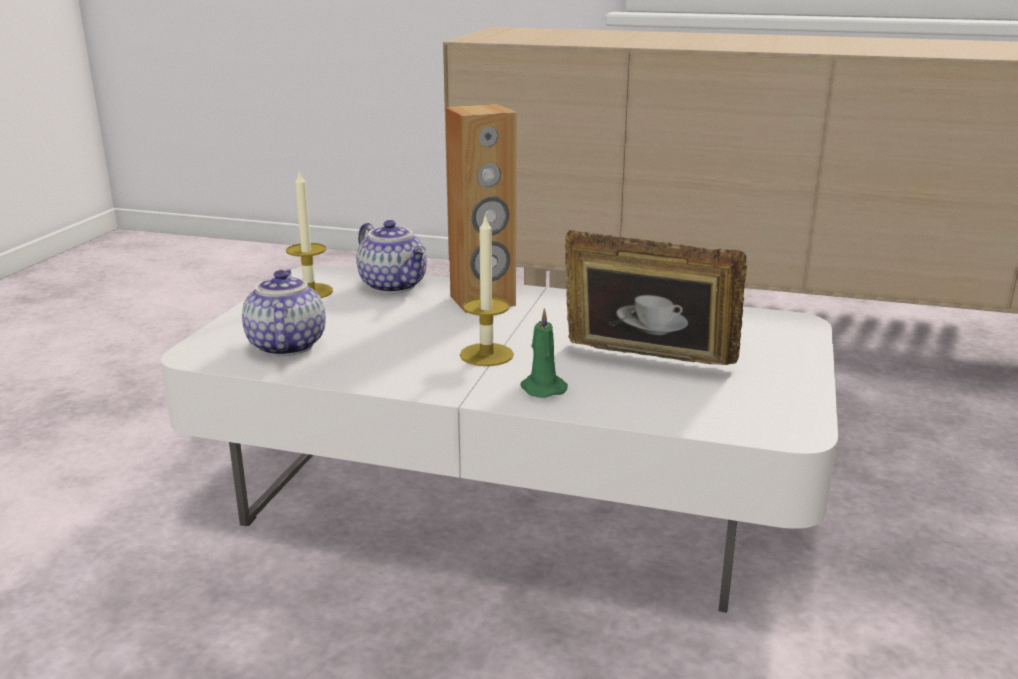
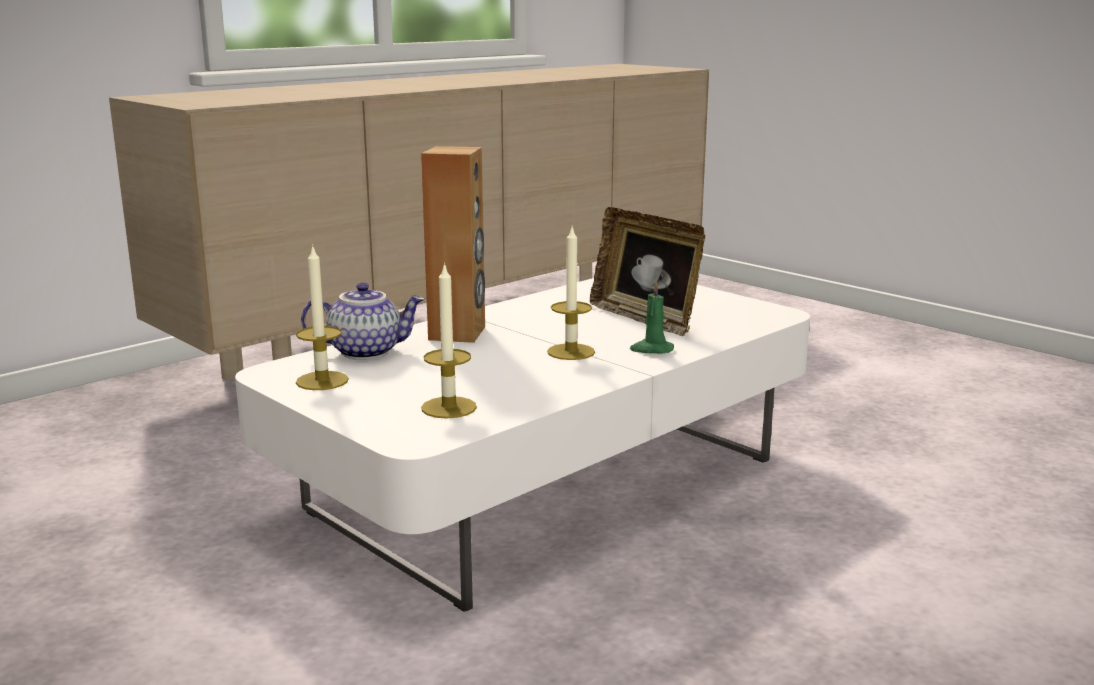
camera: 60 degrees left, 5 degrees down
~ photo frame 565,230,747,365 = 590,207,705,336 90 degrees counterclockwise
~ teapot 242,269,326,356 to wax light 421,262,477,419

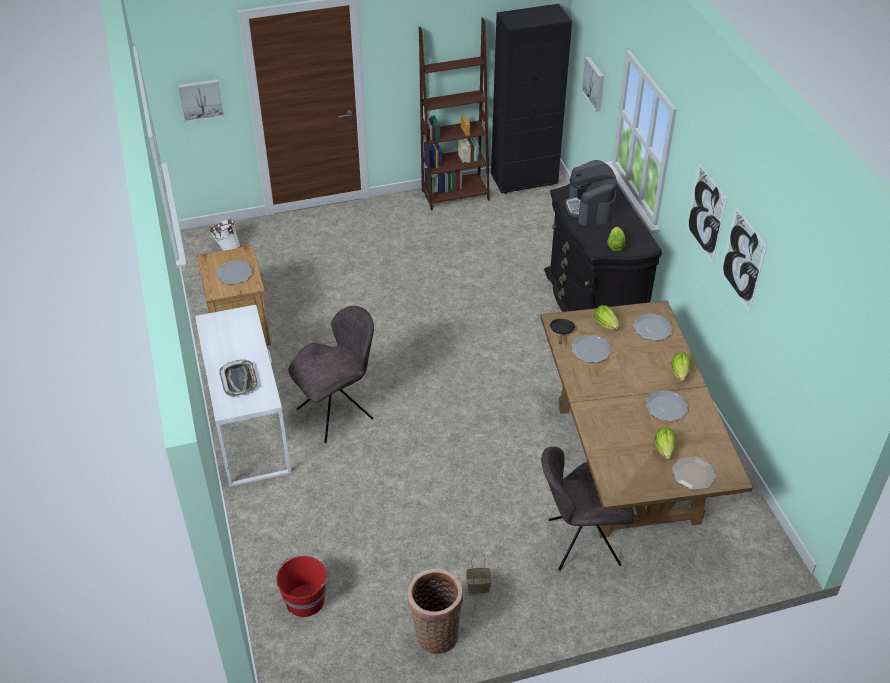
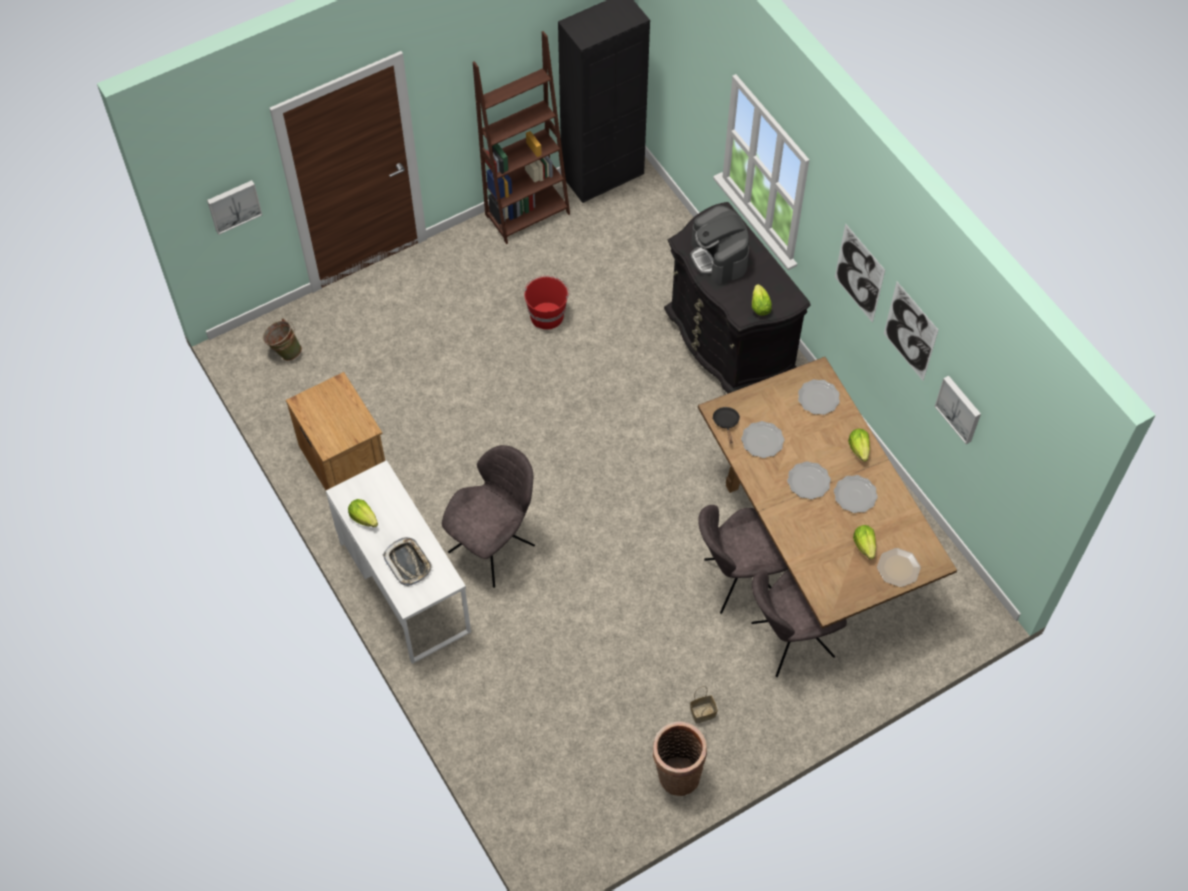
camera: 15 degrees left, 15 degrees up
~ wall art 582,56,604,112 to 934,375,981,444
~ pail (white-coloured) 209,218,240,251 to pail (green-coloured) 263,318,302,361
~ flat dish 216,261,253,284 to 787,461,831,499
~ head of lettuce 594,305,620,330 to 348,499,378,527
~ pail (red) 276,554,329,617 to 524,276,569,330
+ upright chair (gray) 698,505,789,614

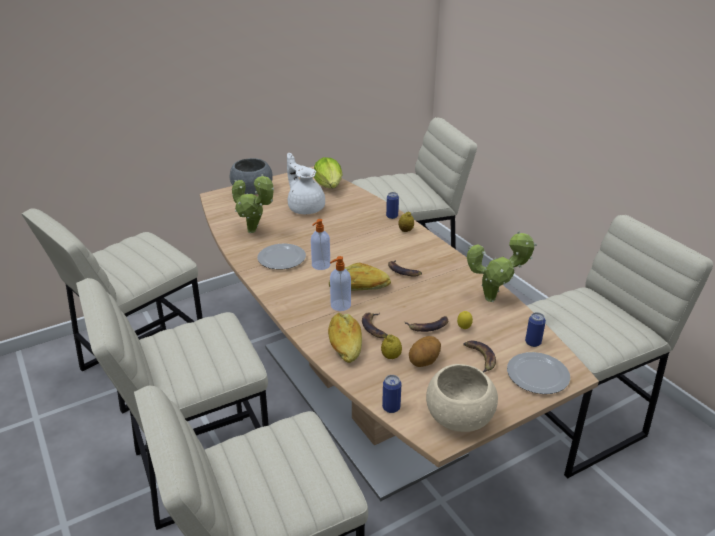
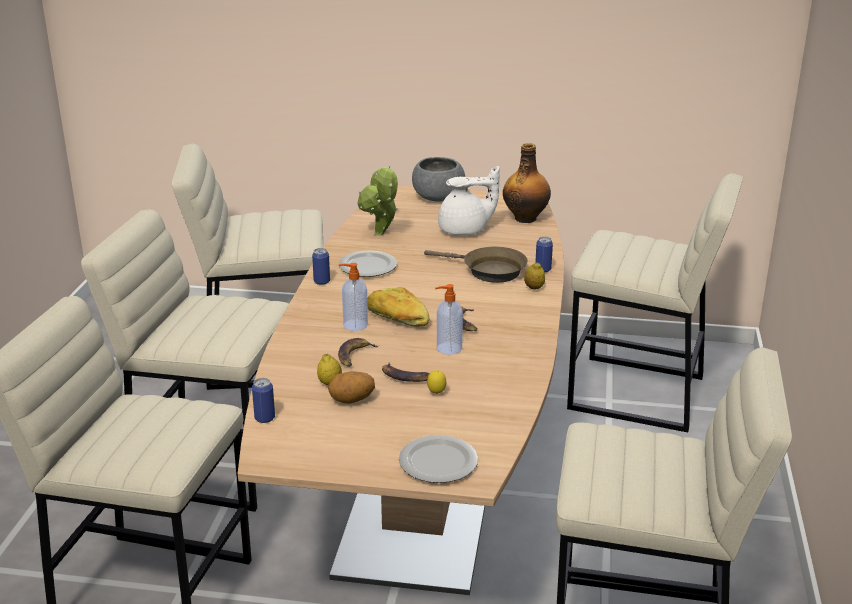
camera: 40 degrees right, 5 degrees down
~ teapot (white-coloured) 287,153,325,214 = 438,166,499,235 75 degrees clockwise
~ head of lettuce 314,157,342,188 to drink bottle 503,143,551,223
~ liquid soap bottle 311,219,330,270 to 435,284,463,355
- potted plant 467,231,537,302
~ can 525,312,546,347 to 312,248,330,285
- bakery bread 328,313,362,363
- banana fruit 463,341,496,373
- deep dish (beige-coloured) 426,364,498,432
+ frying pan (brown-coloured) 424,247,528,283

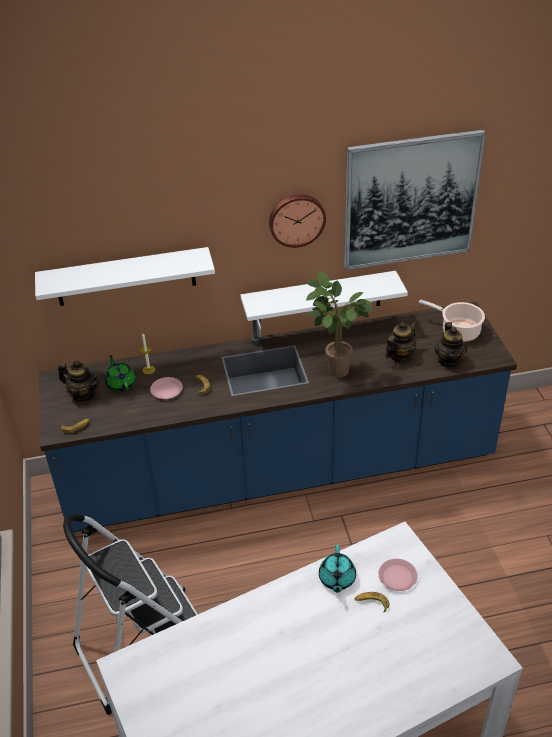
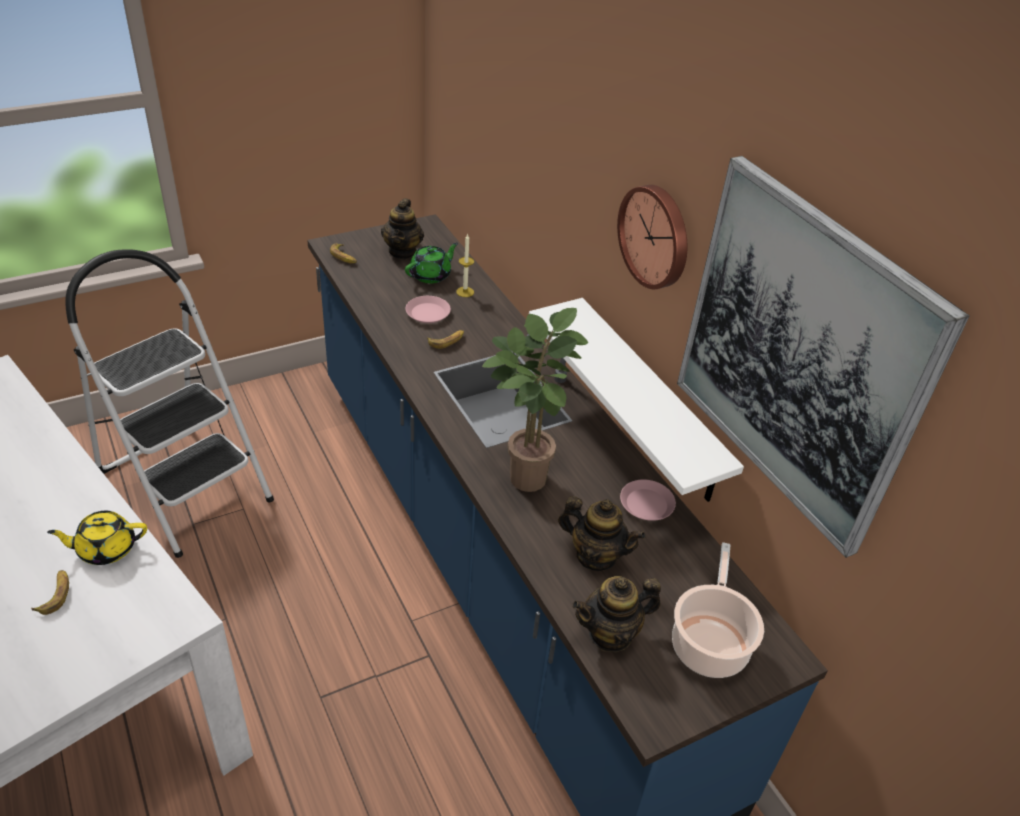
camera: 70 degrees right, 0 degrees up
- bracket shelf (white-coloured) 35,247,215,306
~ teapot (turquoise-coloured) 319,544,356,592 to teapot (yellowish) 47,511,147,565
~ flat dish (pink) 378,559,418,591 to 620,479,676,521

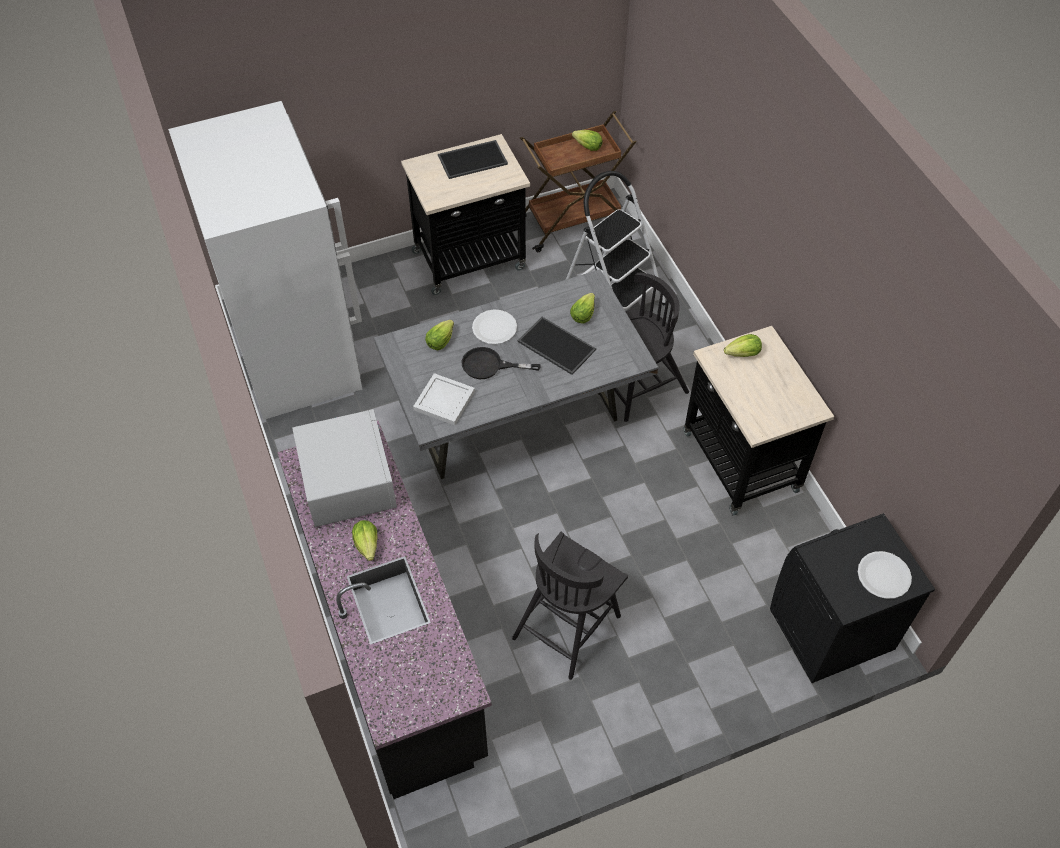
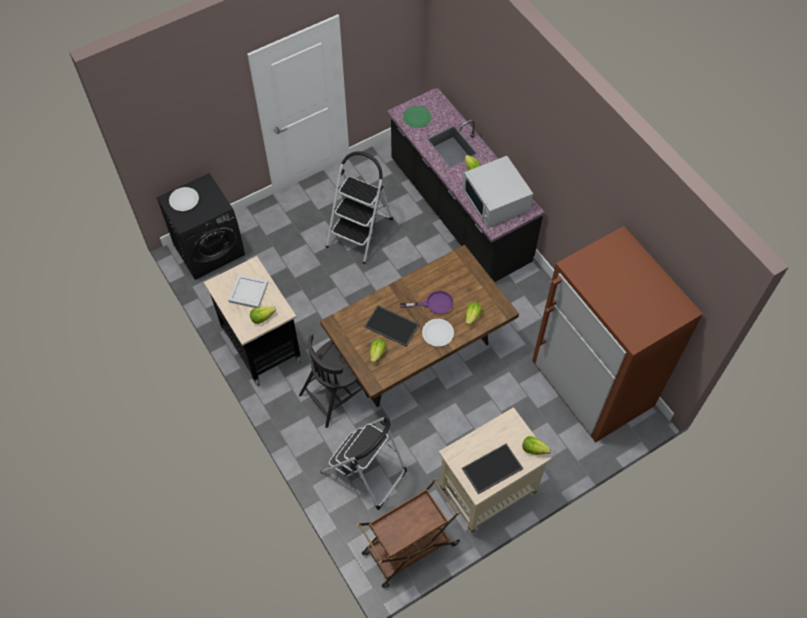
camera: 170 degrees right, 5 degrees up
~ refrigerator (white-coloured) 168,101,362,420 to refrigerator (brown-coloured) 532,226,703,443
~ head of lettuce 572,130,602,151 to 522,436,551,455
~ wheeled cart (black-coloured) 401,134,530,295 to wheeled cart (beige-coloured) 439,407,552,533
~ kitchen table (gray) 374,270,658,479 to kitchen table (brown-coloured) 320,245,519,407
~ frying pan (black-coloured) 462,347,541,379 to frying pan (purplish) 400,291,454,314
~ tray (white-coloured) 413,373,475,426 to 228,275,268,308
~ upright chair (black-coloured) 512,532,628,680 to stepladder 326,152,393,264
+ flat dish (green-coloured) 403,106,431,128

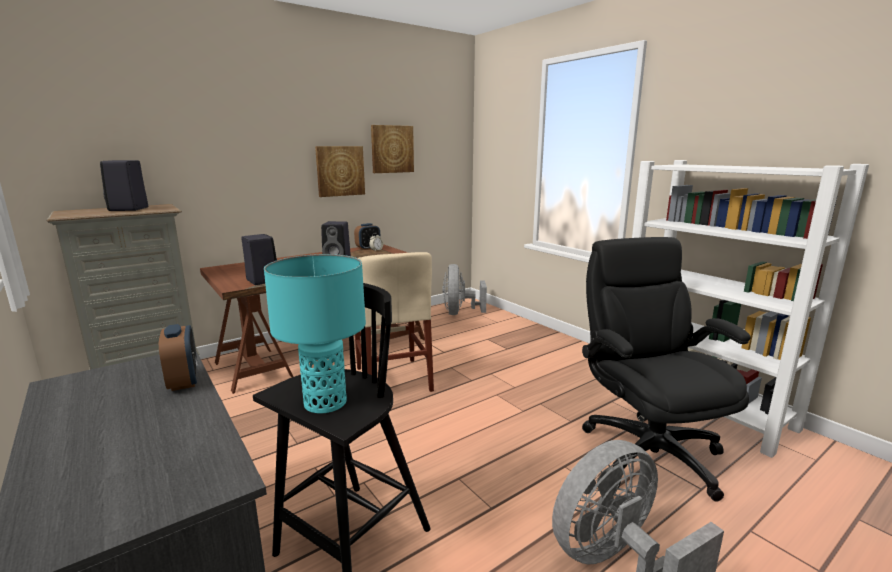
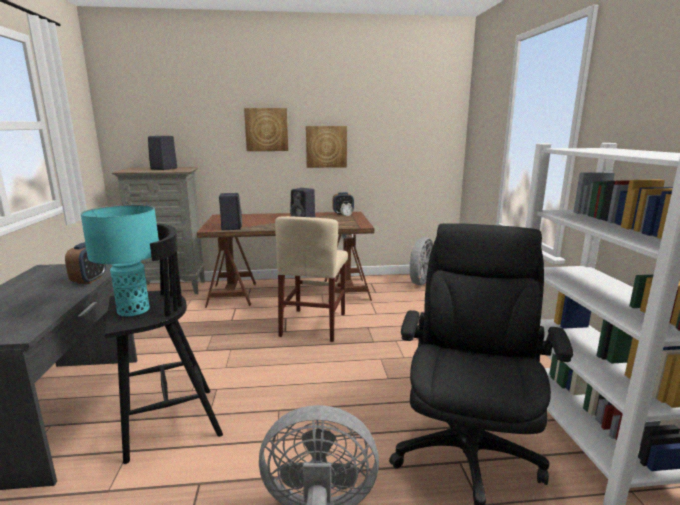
camera: 30 degrees right, 0 degrees up
~ wall art 371,125,414,173 to 244,108,288,151

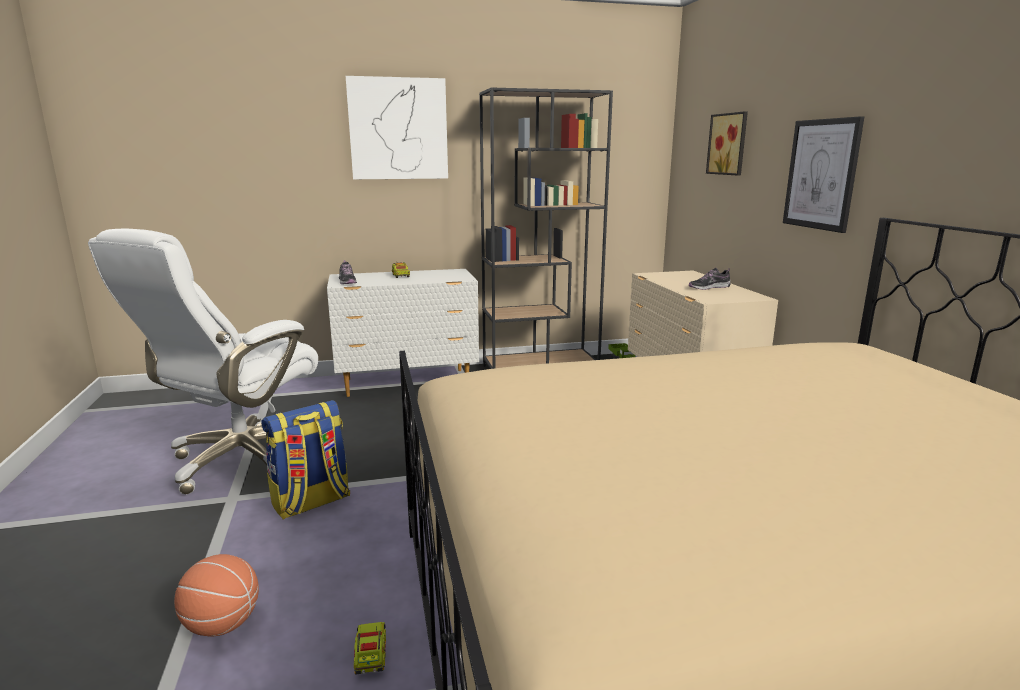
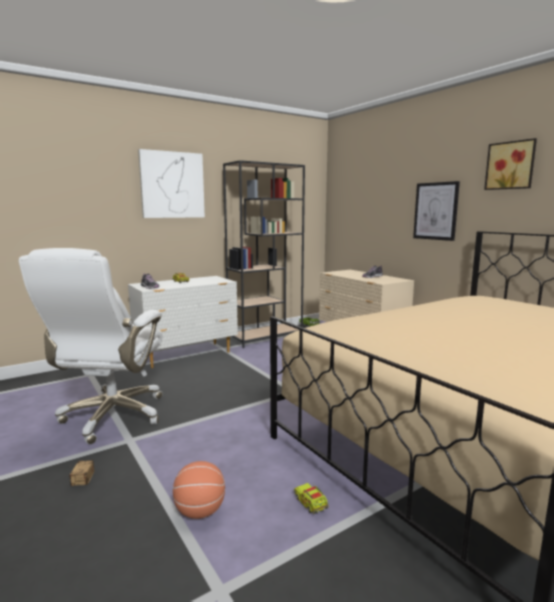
camera: 20 degrees left, 5 degrees down
~ wall art 706,111,748,176 to 484,138,537,190
- backpack 261,400,350,520
+ storage box 69,460,95,486

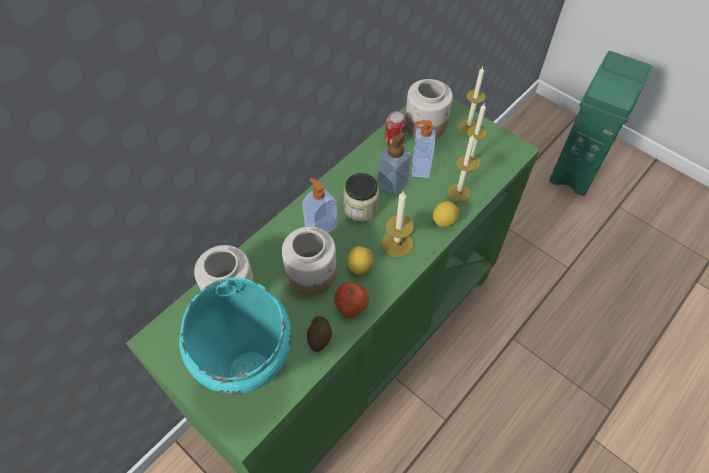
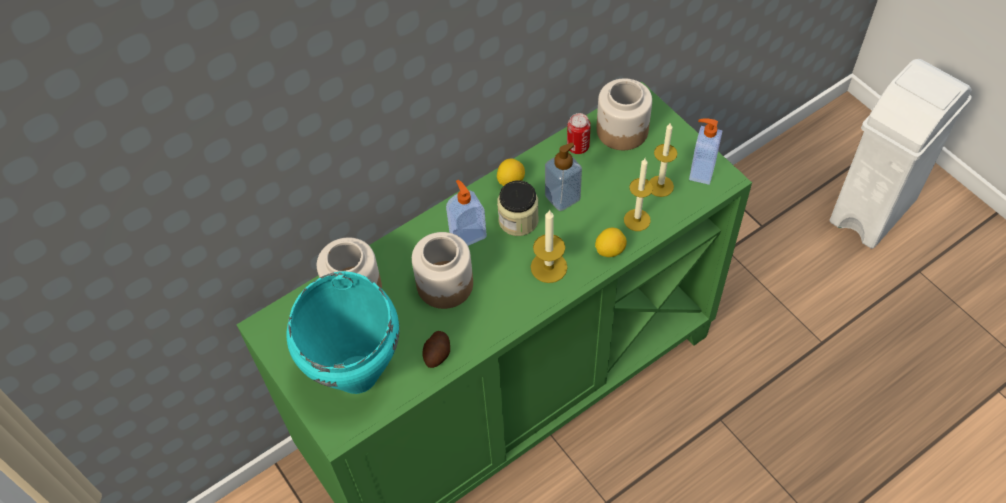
camera: 15 degrees right, 0 degrees up
~ trash can (green-coloured) 549,51,652,196 to trash can (white-coloured) 830,59,972,249
- wax light 458,67,485,135
~ liquid soap bottle 412,120,435,178 to 689,118,722,185
~ citrus fruit 347,246,373,275 to 497,158,525,186
- apple 334,282,369,318

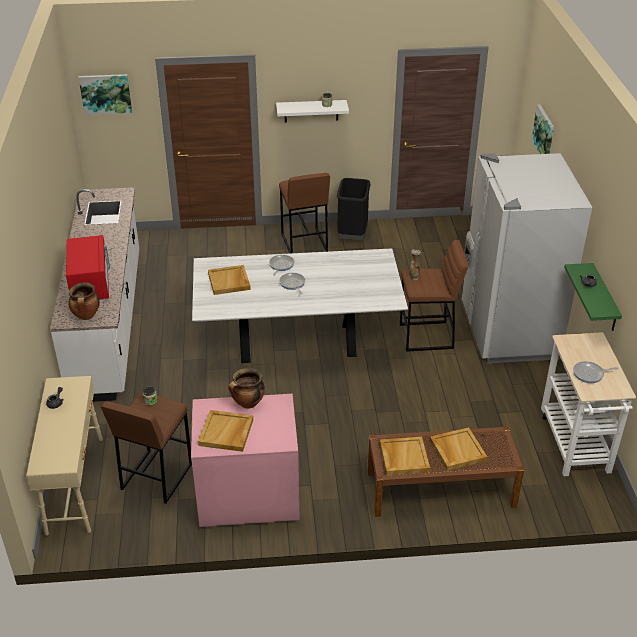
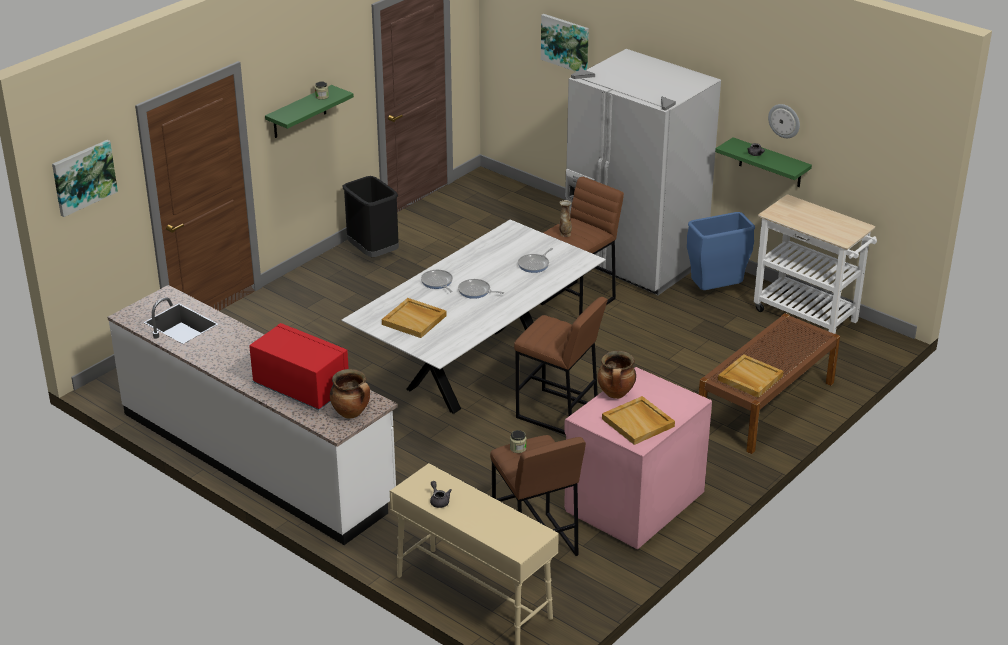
camera: 45 degrees left, 5 degrees down
~ bracket shelf (white-coloured) 276,100,349,122 to bracket shelf (green-coloured) 265,85,354,138
~ stool seat (brown-coloured) 279,173,330,253 to 514,297,608,435
~ frying pan 573,361,619,383 to 518,248,553,273
- tray (beige-coloured) 430,427,487,471
+ wall clock 768,104,800,138
+ trash can (blue) 687,212,755,290

